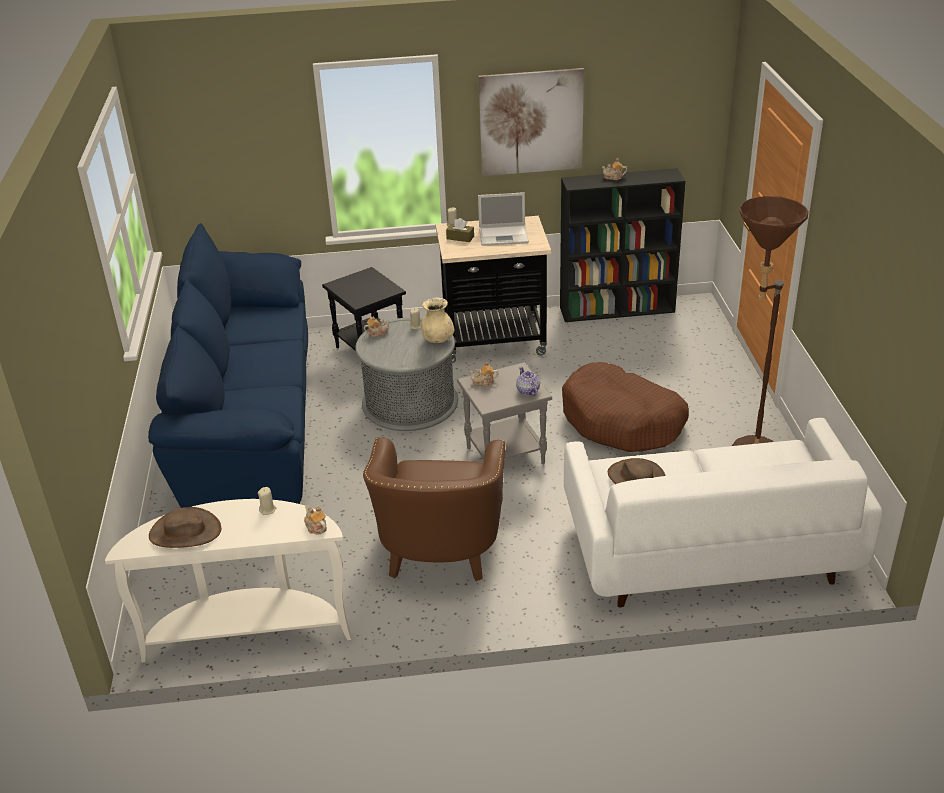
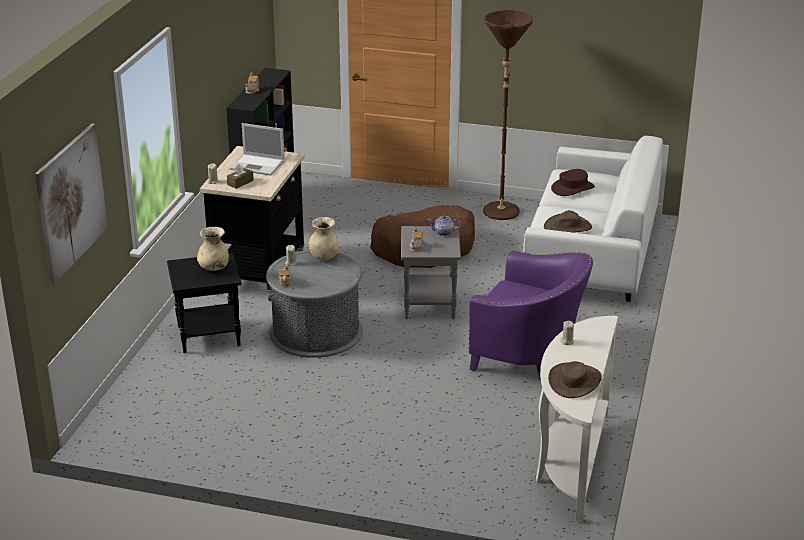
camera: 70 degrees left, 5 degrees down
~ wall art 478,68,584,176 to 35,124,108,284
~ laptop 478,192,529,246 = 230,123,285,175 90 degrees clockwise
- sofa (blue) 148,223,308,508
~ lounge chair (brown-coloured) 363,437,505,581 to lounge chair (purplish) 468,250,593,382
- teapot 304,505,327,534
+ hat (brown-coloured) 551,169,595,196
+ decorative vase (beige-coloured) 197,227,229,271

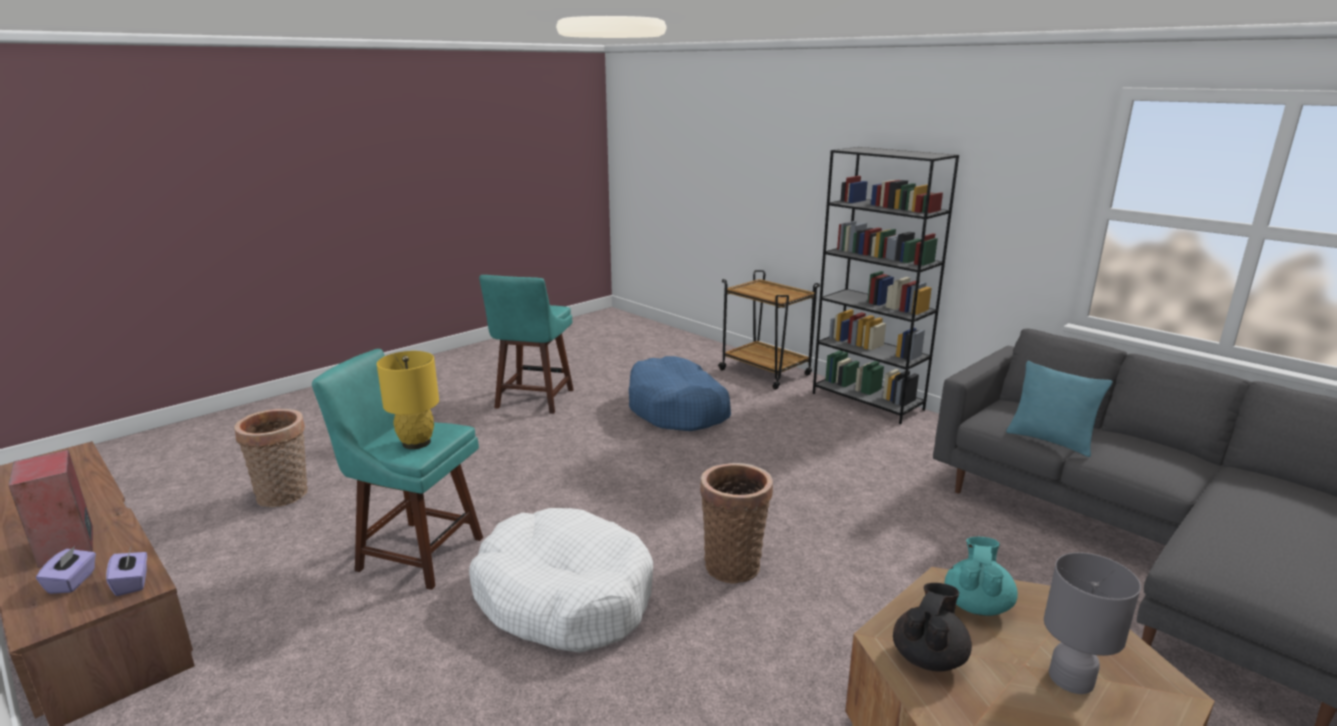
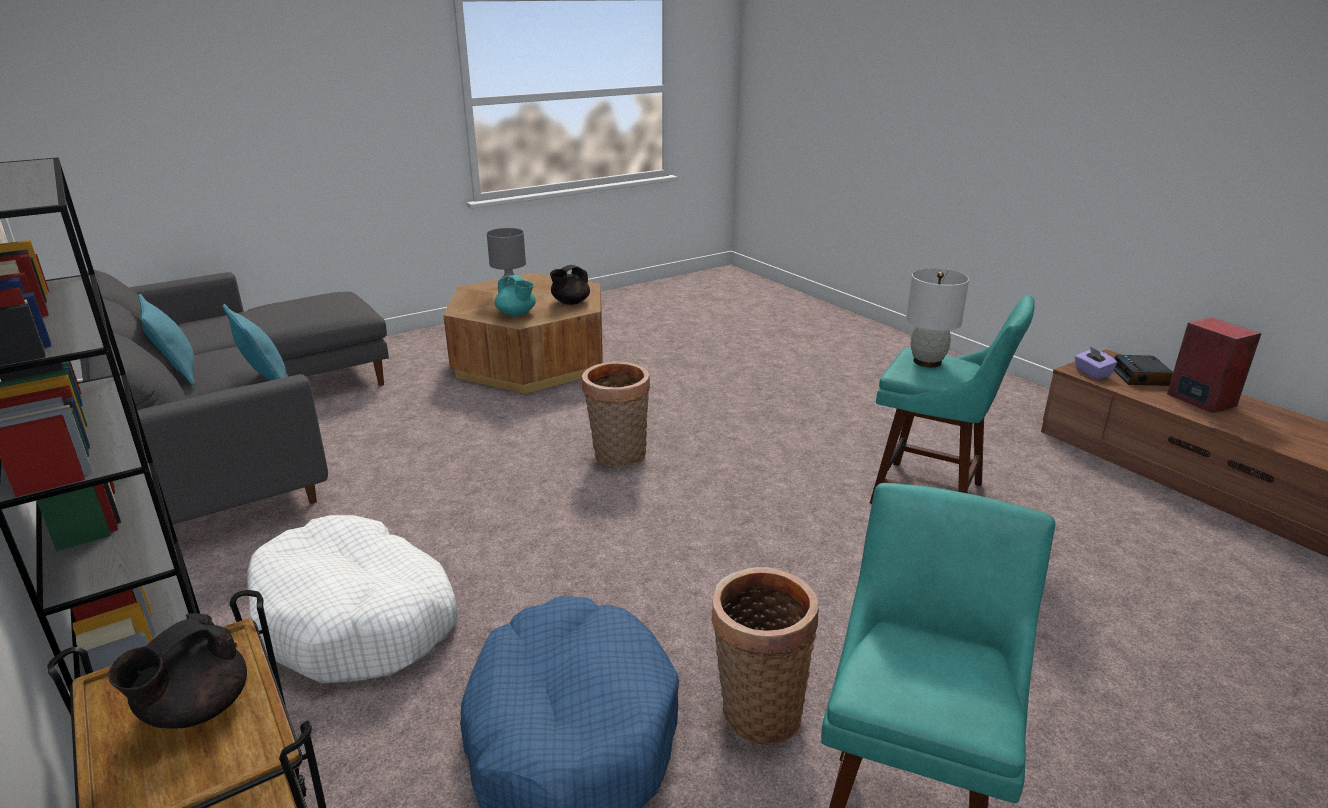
camera: 170 degrees left, 5 degrees up
~ table lamp (yellowish) 377,351,439,449 to table lamp (white-coloured) 906,268,969,367
~ storage basket 234,409,308,507 to 711,567,819,745
~ dog bed (white-coloured) 469,508,653,653 to 247,515,459,683
~ teapot (turquoise-coloured) 945,537,1018,616 = 495,275,536,317 75 degrees counterclockwise
~ tissue holder (purplish) 36,546,96,594 to bedside clock 1114,355,1173,386
+ throw pillow (turquoise-coloured) 138,294,195,386
+ teapot (black-coloured) 108,613,247,729

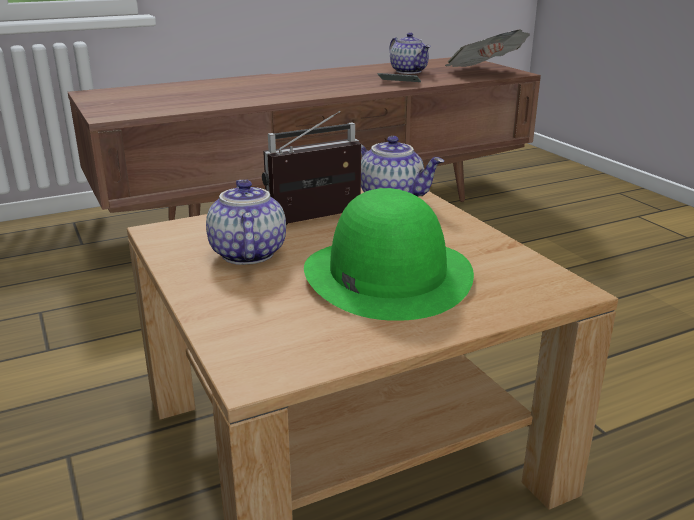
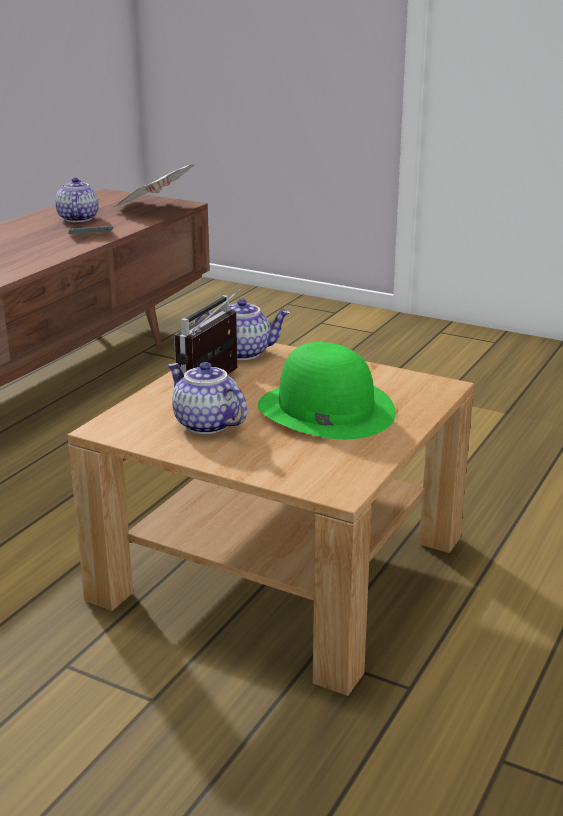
camera: 35 degrees left, 0 degrees up
~ teapot 389,32,431,74 = 55,177,99,222 120 degrees counterclockwise

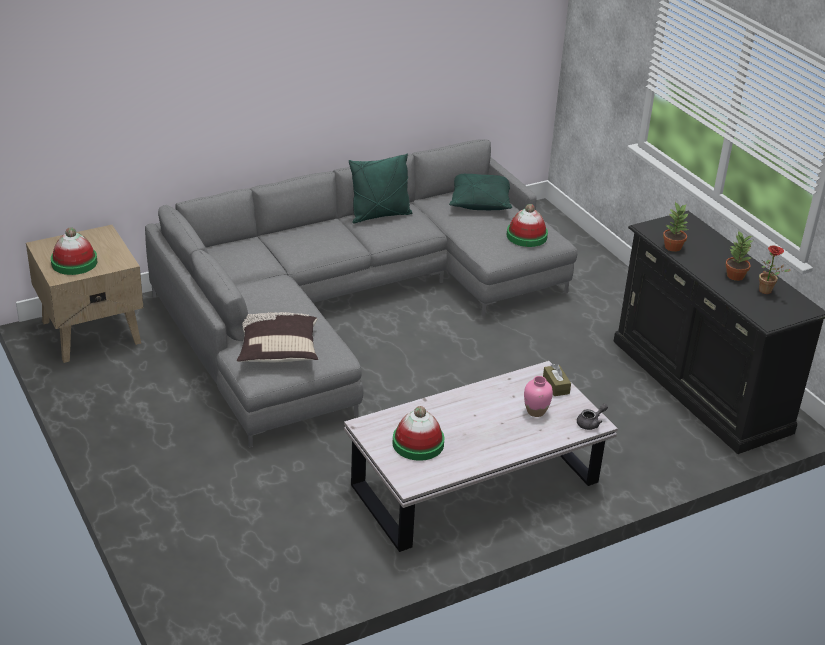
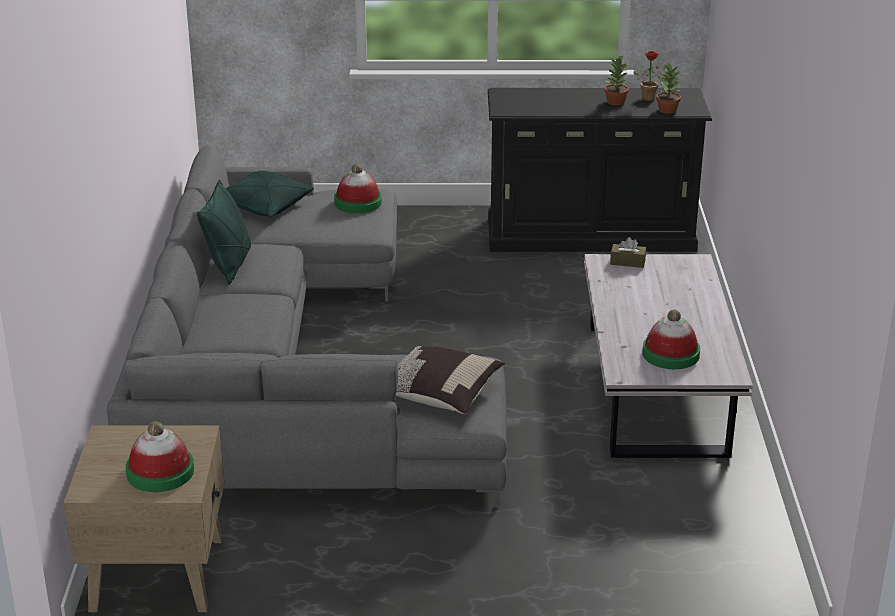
camera: 60 degrees left, 5 degrees down
~ potted plant 663,202,689,252 to 656,63,682,114
- decorative vase (pink) 524,376,553,417
- teapot (gray) 577,404,608,430

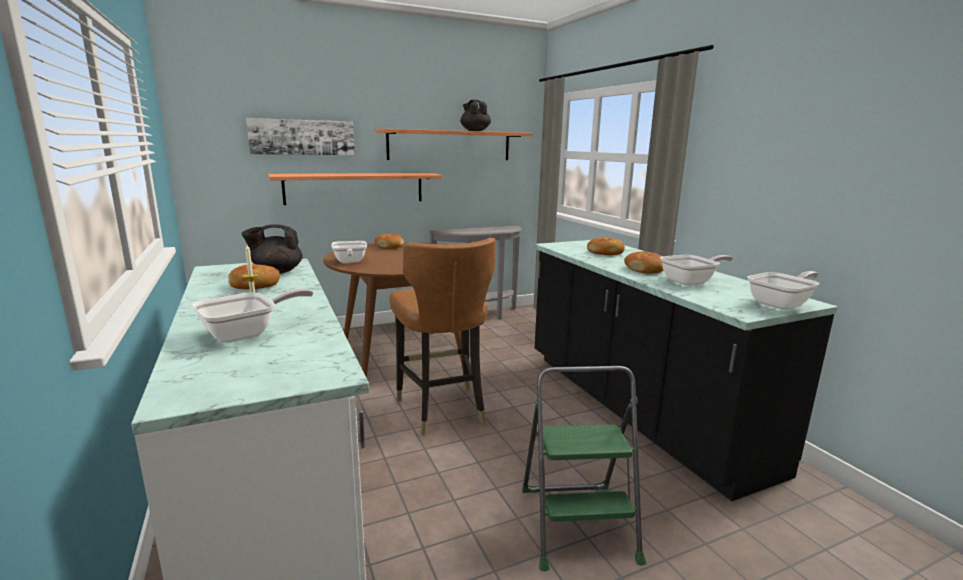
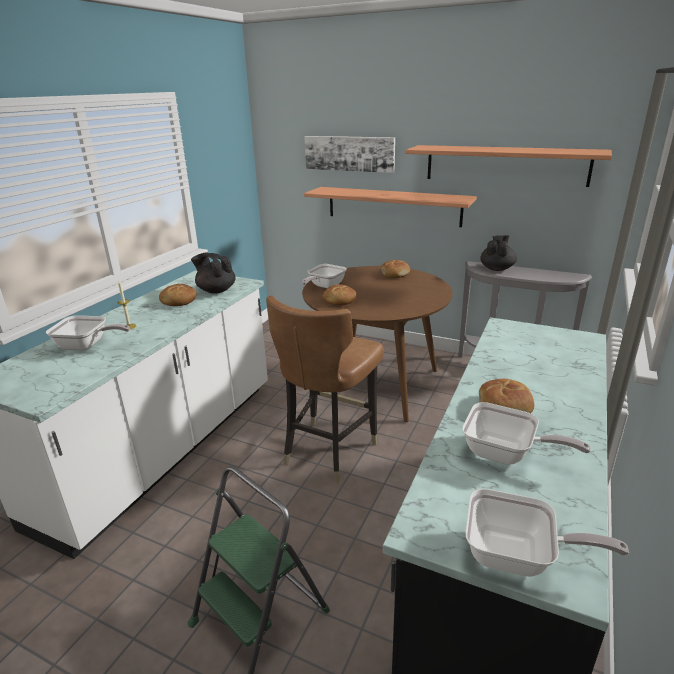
camera: 50 degrees right, 10 degrees up
~ teapot (black-coloured) 460,100,491,131 to 480,235,517,271
~ bakery bread 587,237,625,255 to 323,284,356,305

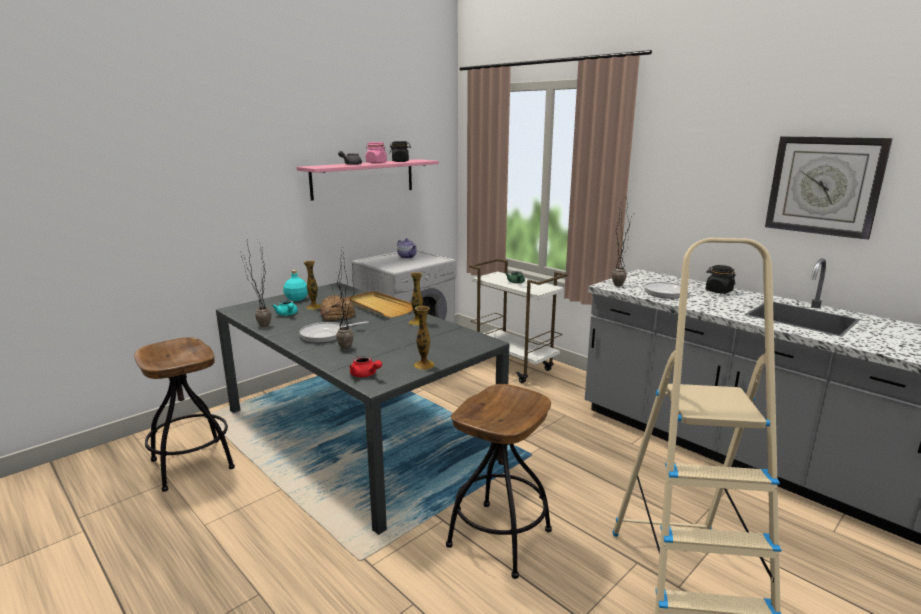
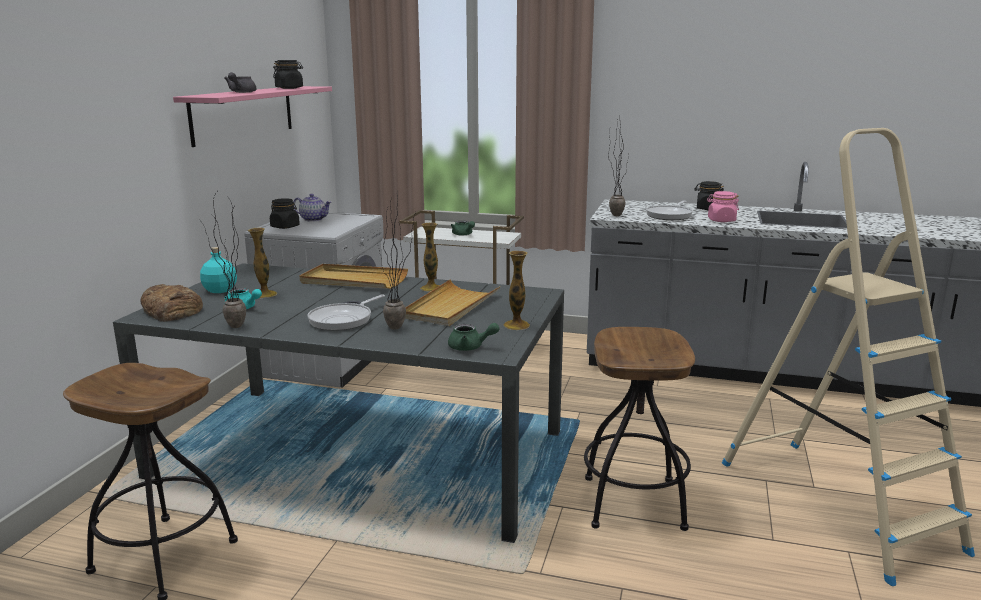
camera: 30 degrees left, 0 degrees up
- wall clock 765,136,893,240
~ preserve jar (pink) 366,142,387,163 to 707,191,739,222
~ bakery bread 320,295,355,321 to 140,284,203,322
~ teapot (red) 349,356,382,377 to teapot (green-coloured) 448,323,499,351
+ preserve jar (black-coloured) 270,198,300,229
+ tray (beige-coloured) 405,279,501,326

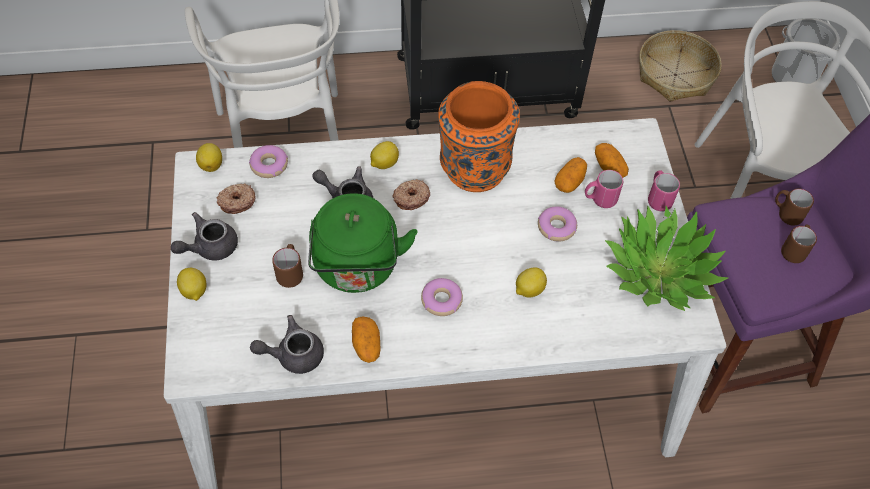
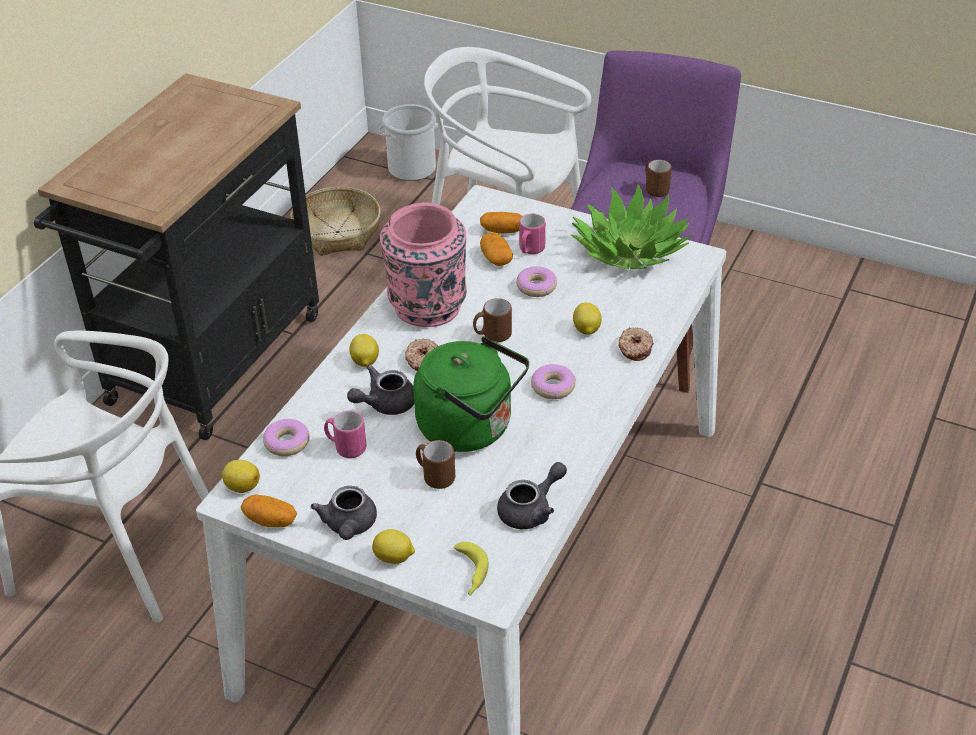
camera: 55 degrees left, 15 degrees down
~ decorative vase (orange) 438,81,520,192 to decorative vase (pink) 380,202,467,327
~ mug (pink) 648,170,680,211 to 324,411,366,458
~ donut 217,183,256,214 to 618,328,654,361
~ mug (brown-coloured) 775,189,814,226 to 473,298,512,342
~ teapot (gray) 250,315,324,374 = 497,462,567,529 150 degrees counterclockwise
~ whole potato 352,316,380,363 to 241,494,297,527
+ banana fruit 453,542,489,596

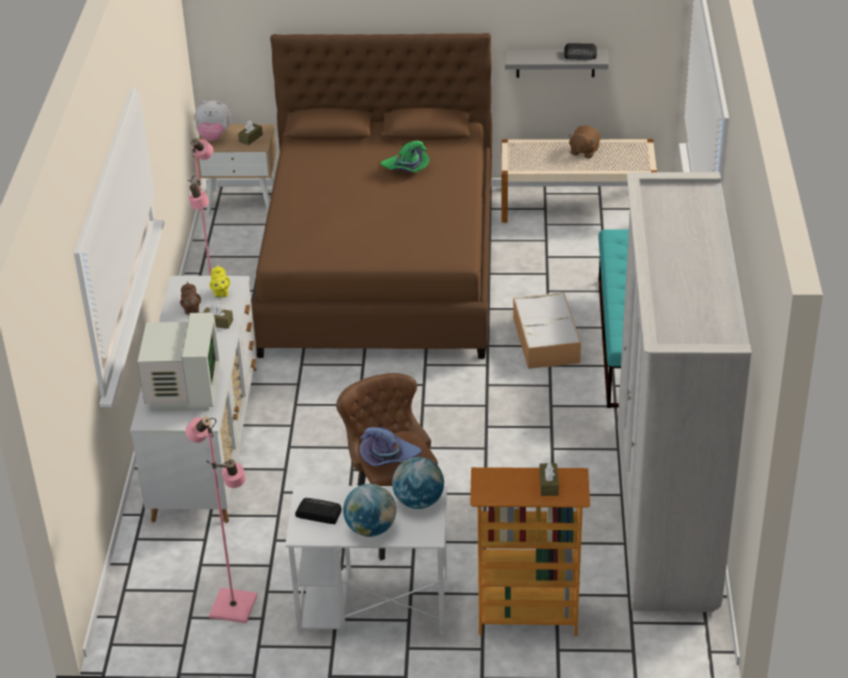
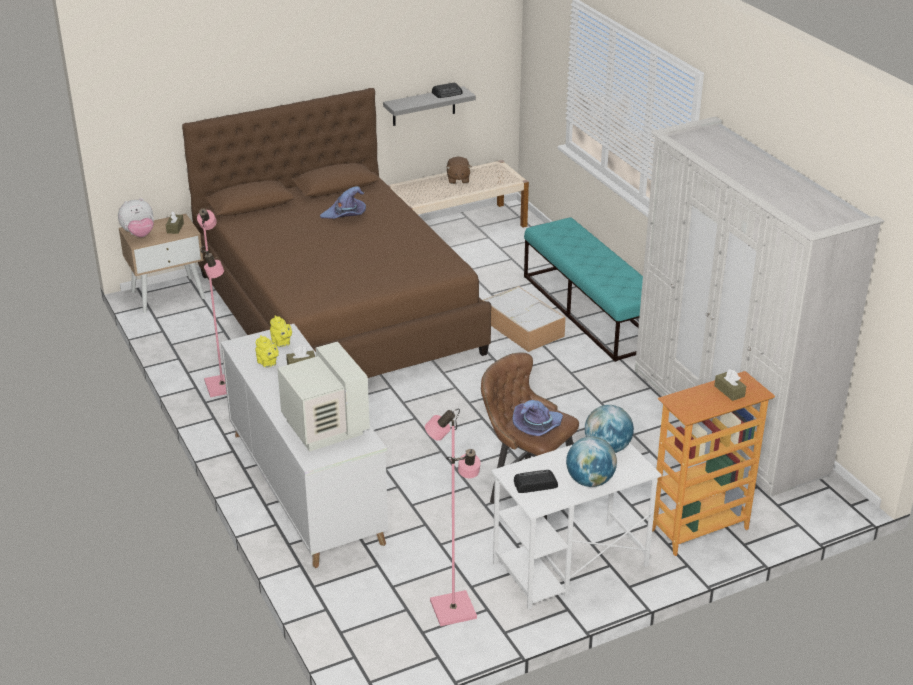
camera: 30 degrees left, 5 degrees down
~ hat (green-coloured) 381,141,429,172 to hat (purplish) 320,186,366,219
~ teapot (brown-coloured) 180,282,201,315 to teapot (yellowish) 256,335,279,367

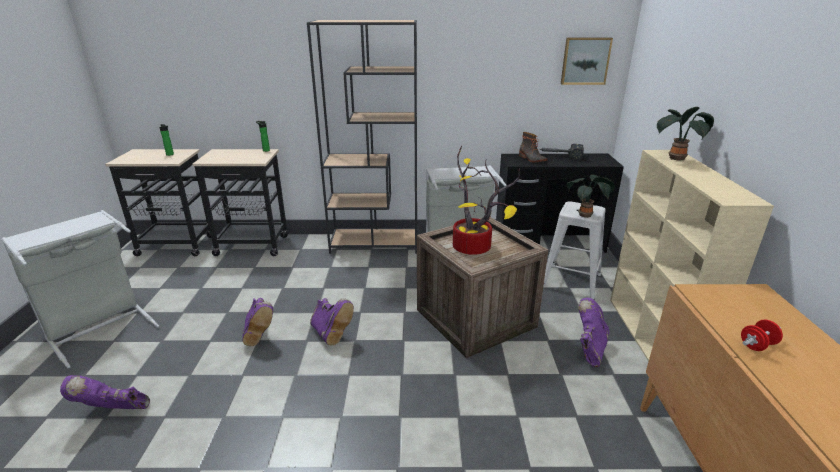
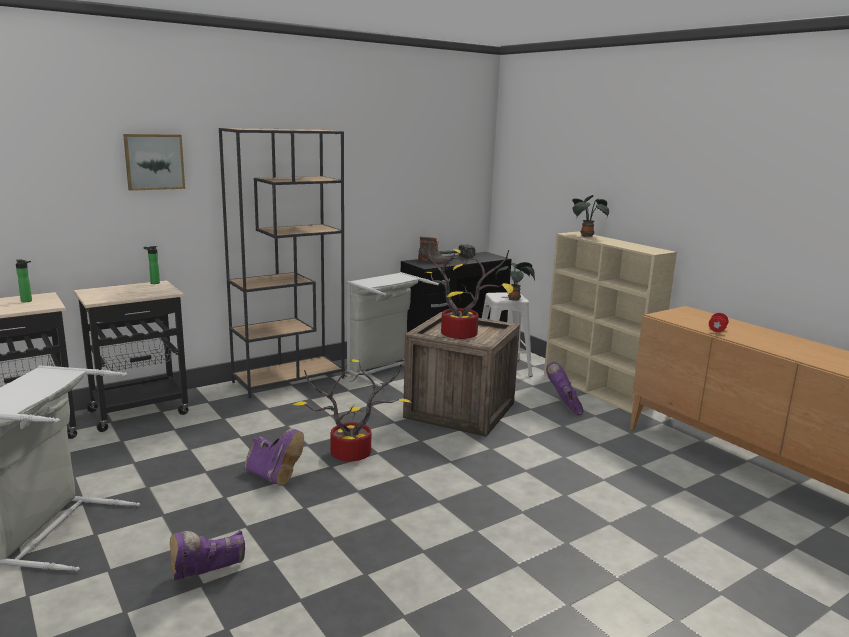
camera: 35 degrees left, 10 degrees down
~ wall art 561,38,613,85 to 123,134,185,191
~ boot (purplish) 310,298,354,345 to potted plant 293,359,412,461

